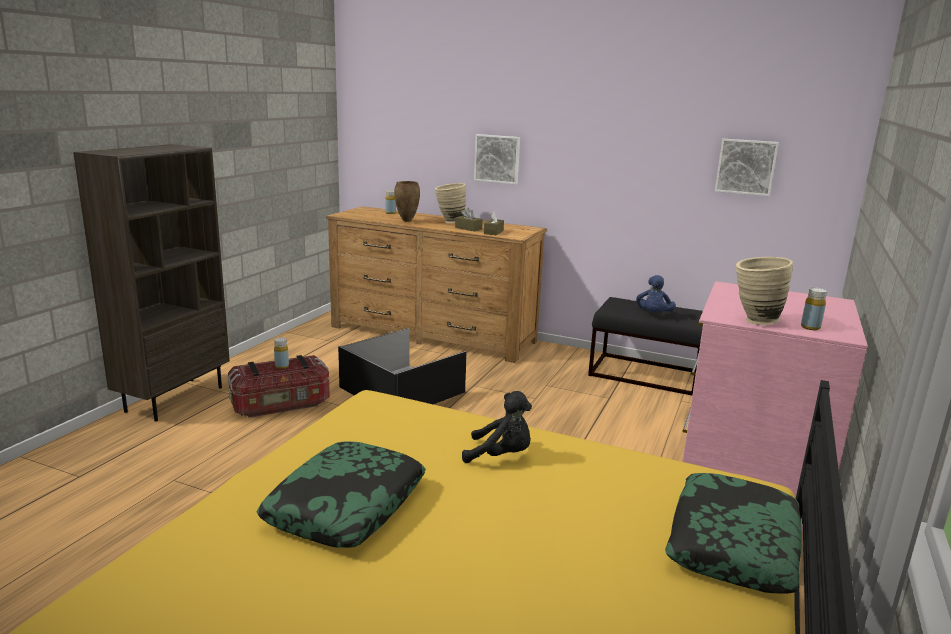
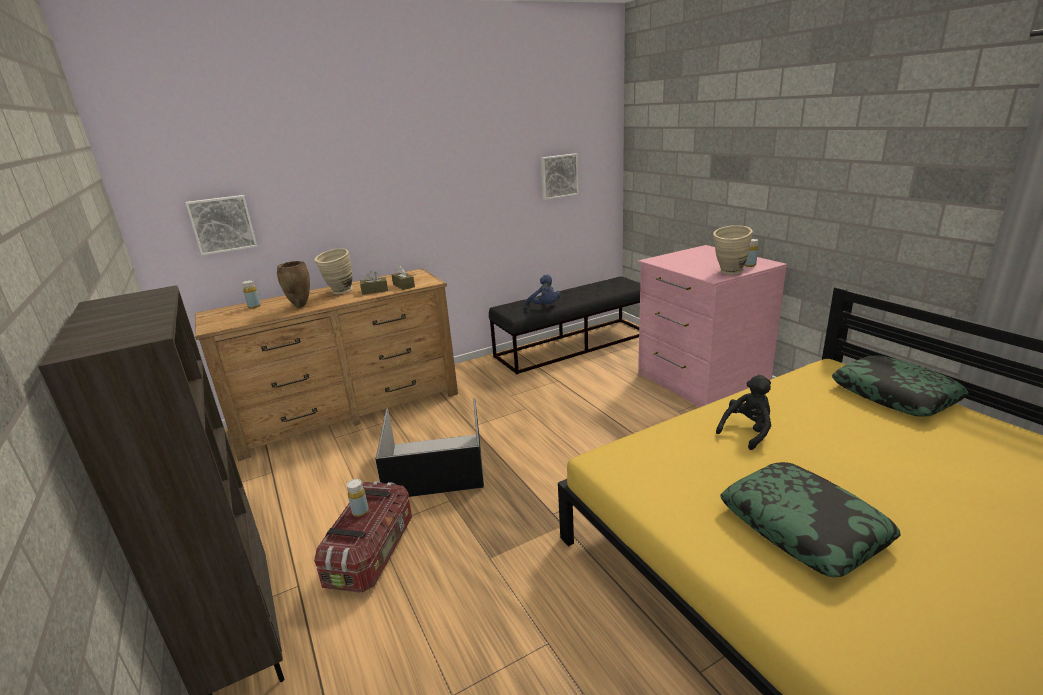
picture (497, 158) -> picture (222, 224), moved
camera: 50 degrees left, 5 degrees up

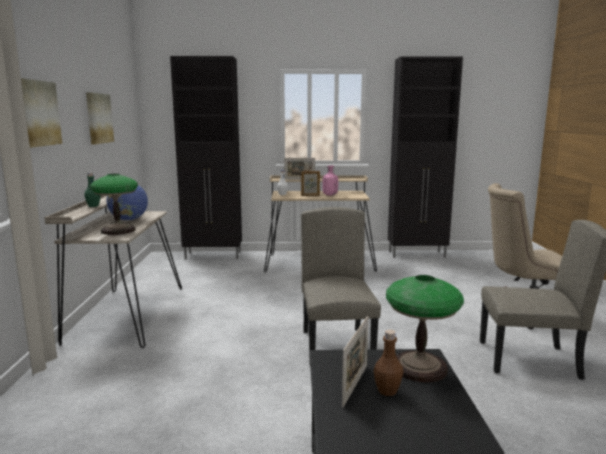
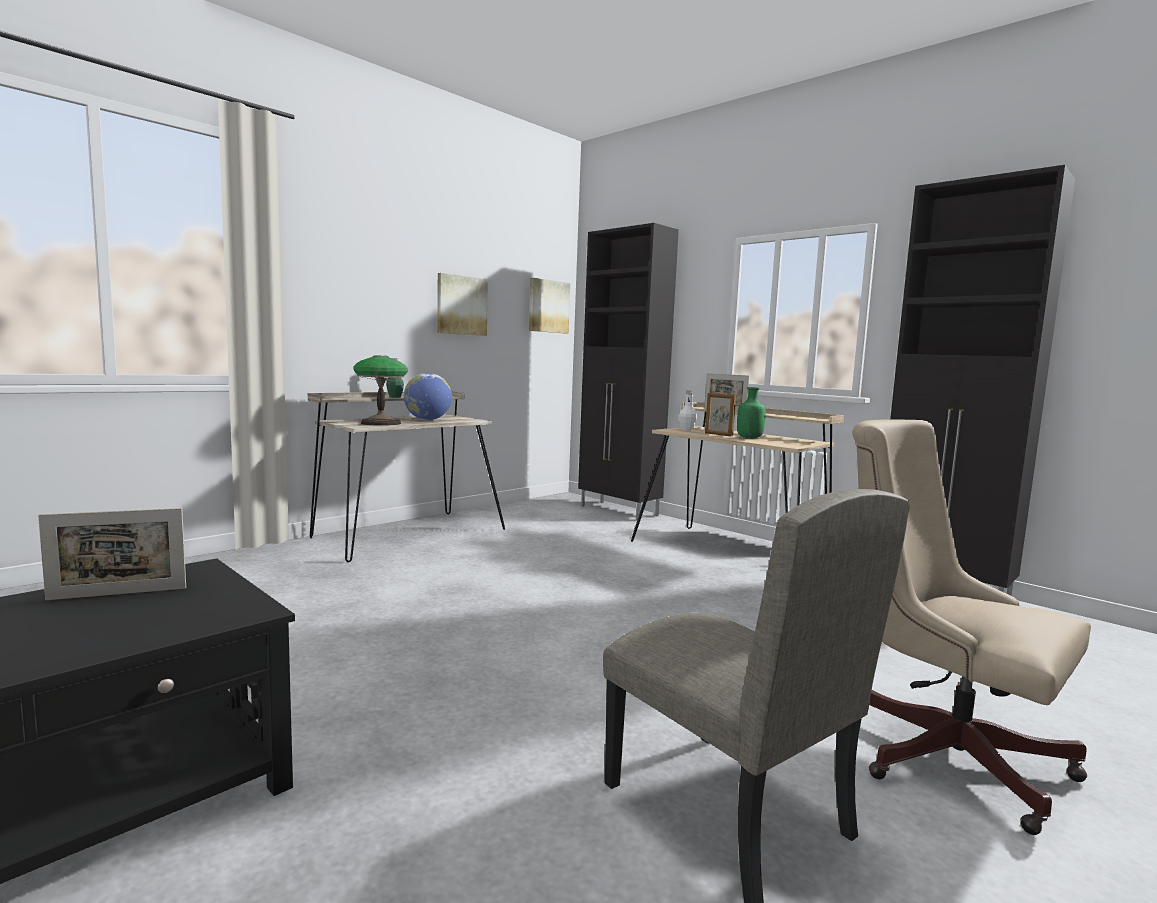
beige chair (337, 346) -> none
brown bottle (387, 391) -> none
table lamp (419, 367) -> none
picture (37, 113) -> picture (548, 306), moved
pink bottle (329, 195) -> green bottle (749, 438)
camera: 45 degrees right, 5 degrees down

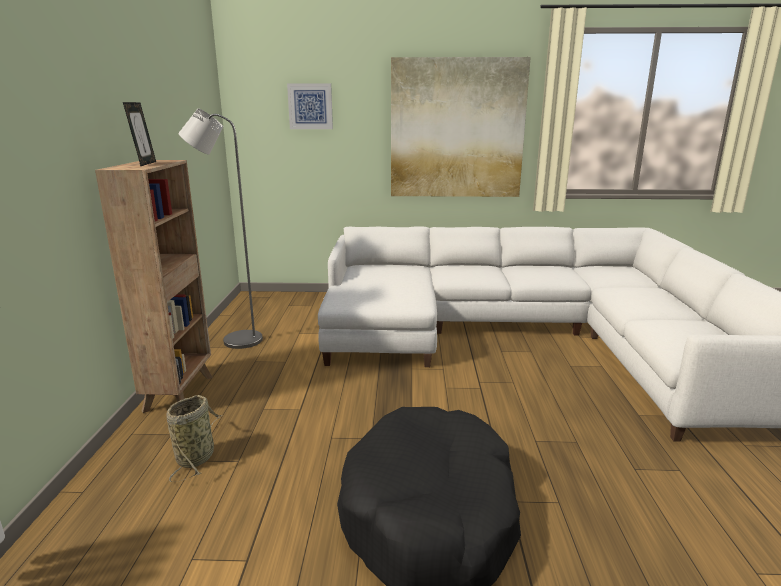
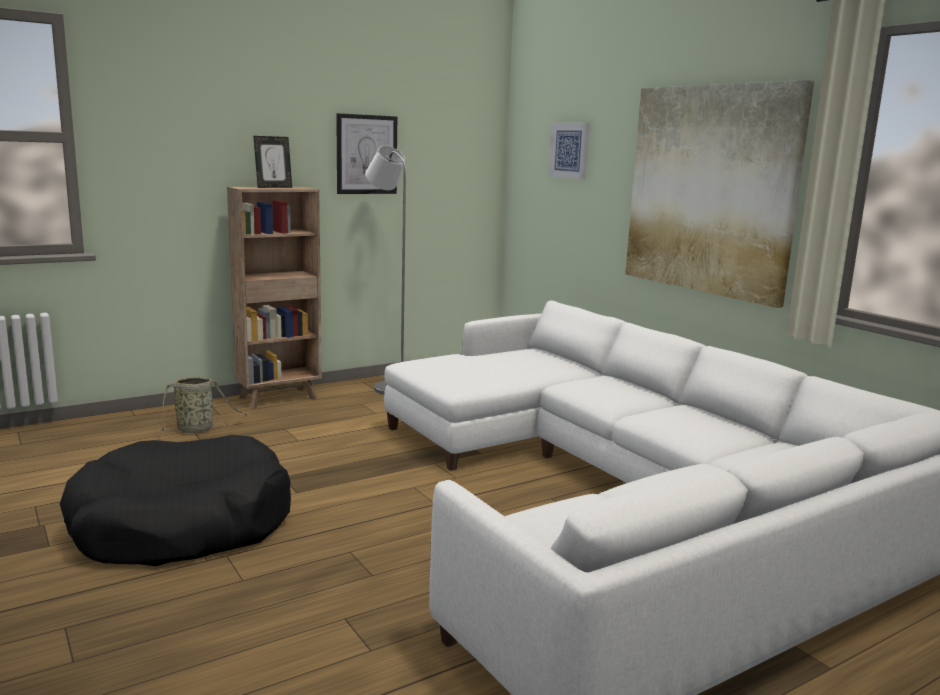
none -> picture (366, 154)
camera: 55 degrees right, 5 degrees down

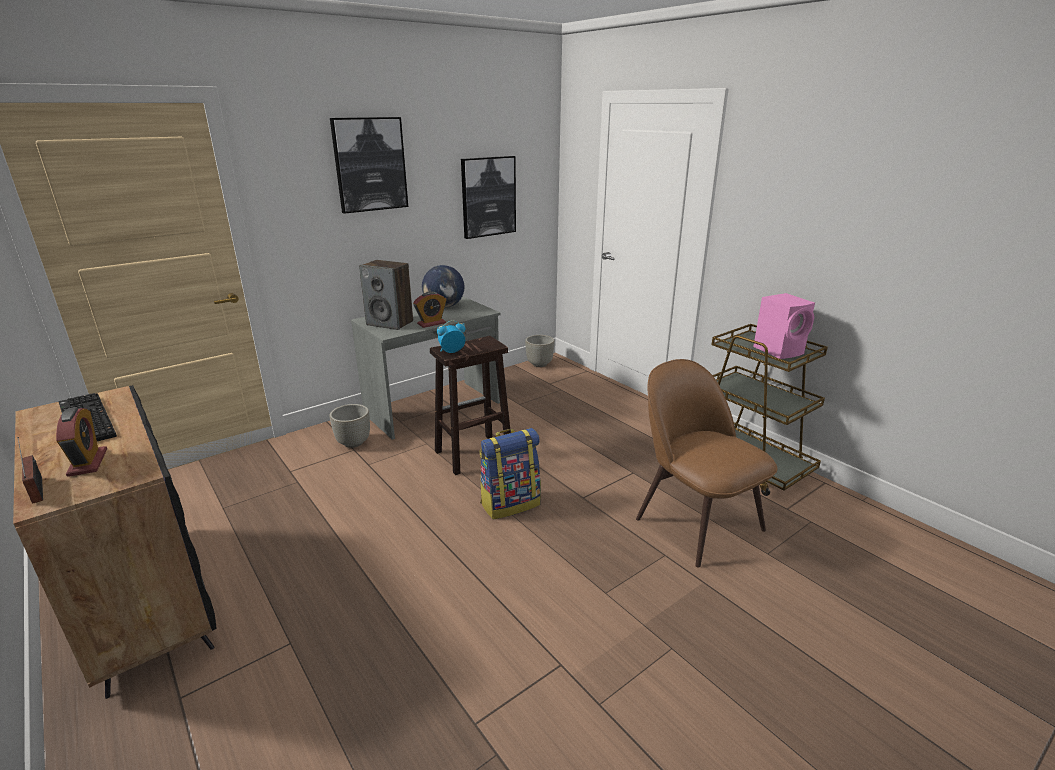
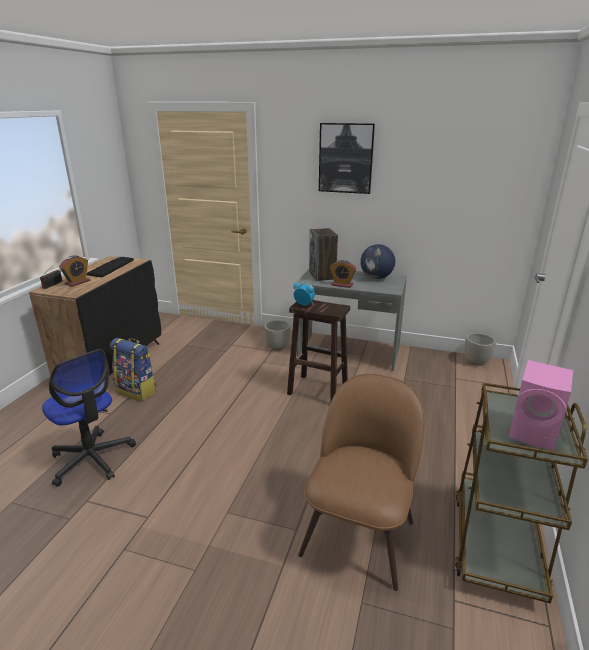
picture (488, 197) -> none
none -> office chair (92, 459)
backpack (510, 503) -> backpack (137, 391), moved
camera: 55 degrees right, 0 degrees up

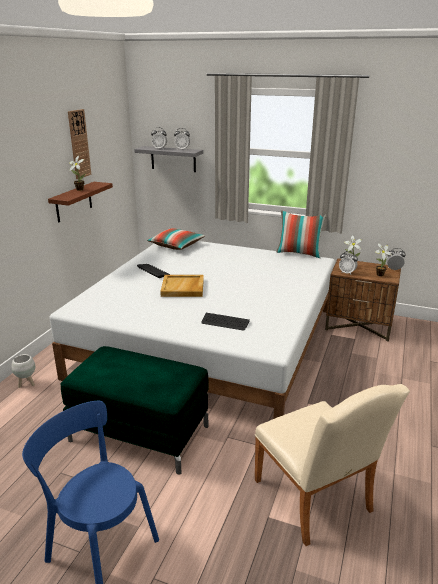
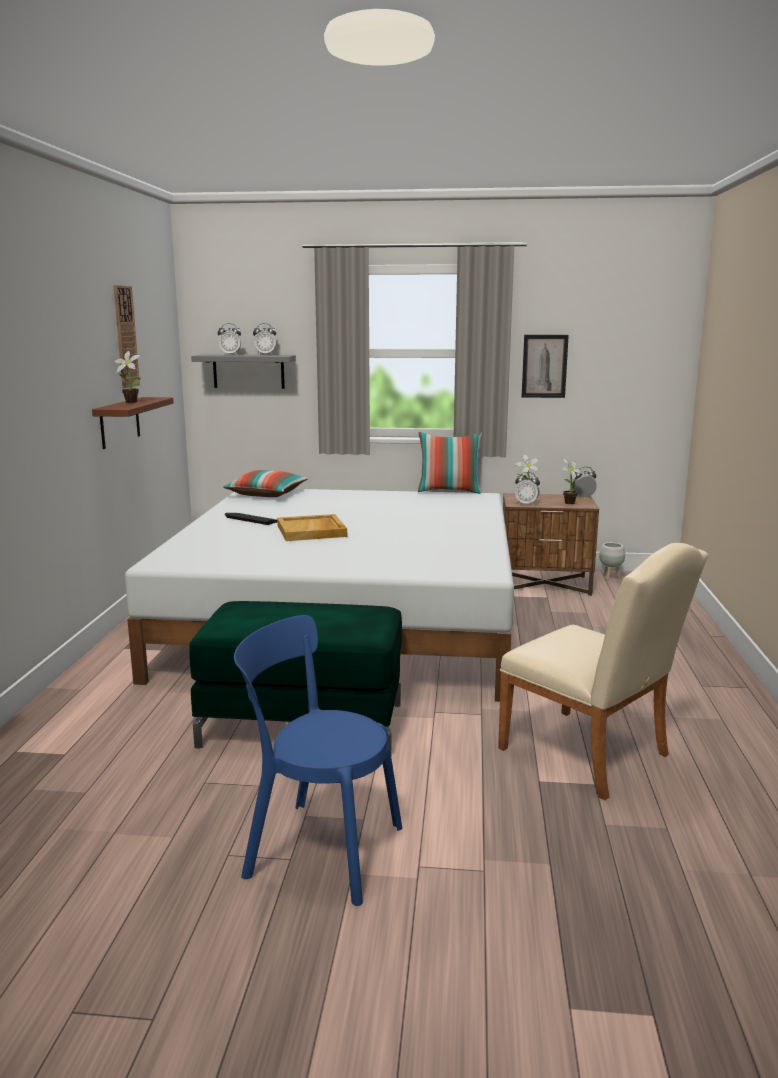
keyboard (225, 322) -> none
none -> picture (544, 366)
white planter (26, 384) -> white planter (610, 578), moved
camera: 15 degrees left, 10 degrees down

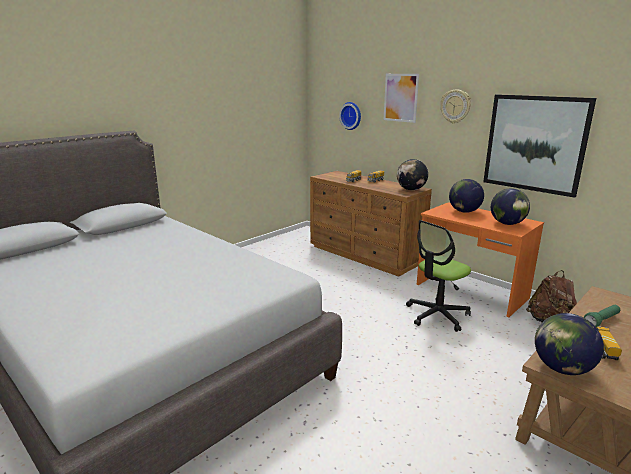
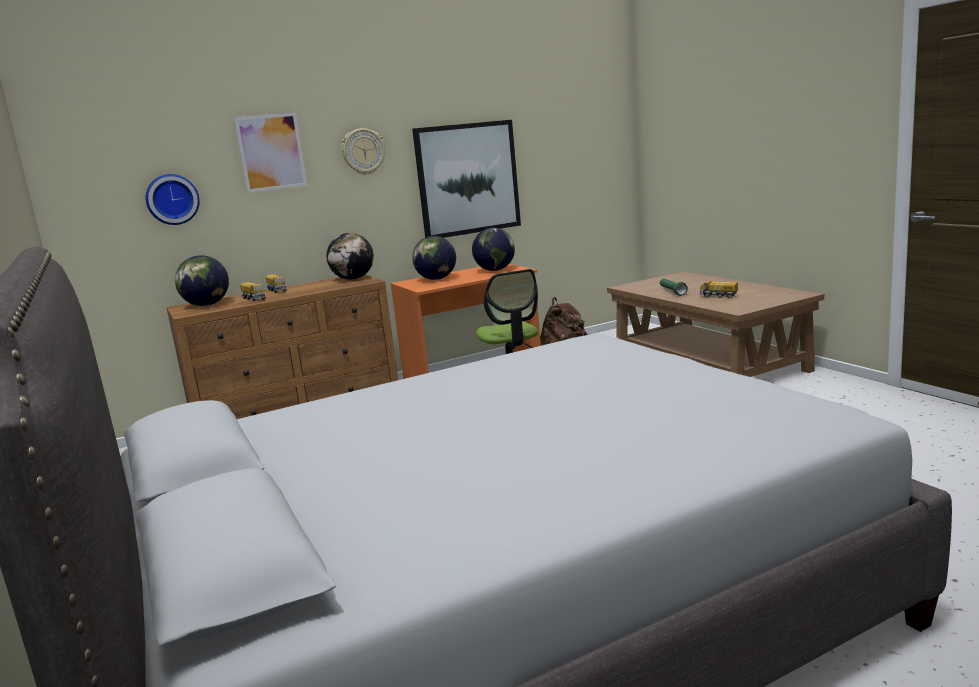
globe (562, 369) -> globe (207, 305), moved
camera: 70 degrees left, 5 degrees down

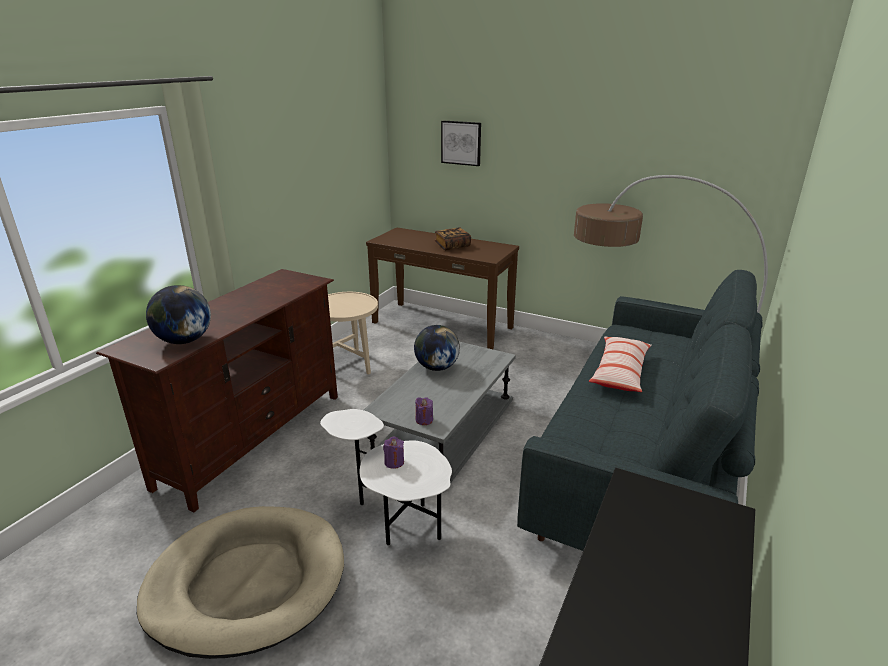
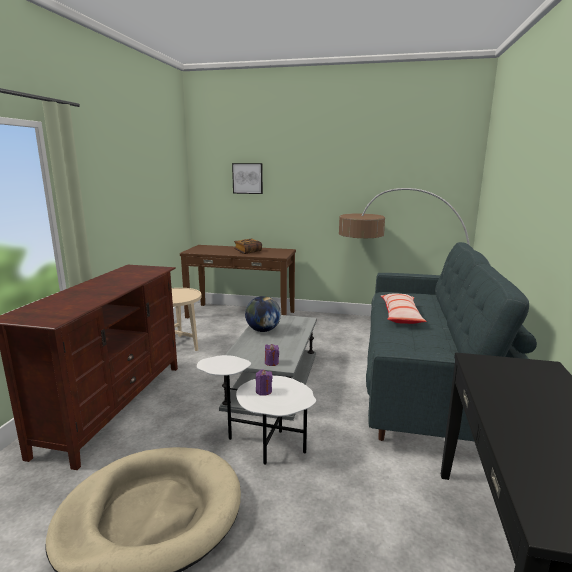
globe (184, 341) -> none
camera: 15 degrees left, 10 degrees down

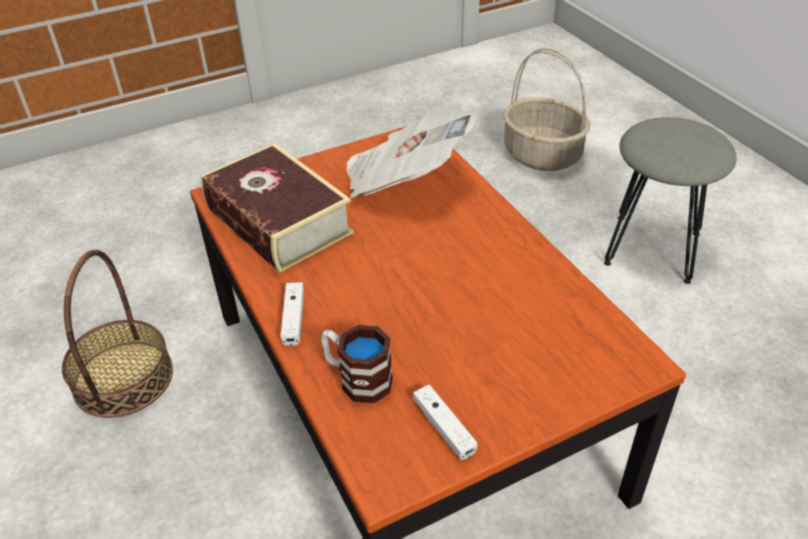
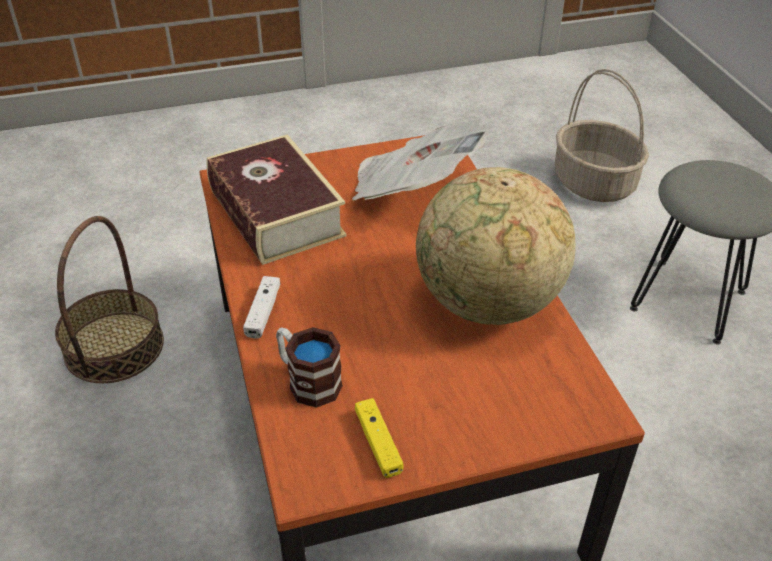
none -> globe (487, 303)
white game controller (444, 427) -> yellow game controller (378, 443)
camera: 10 degrees right, 0 degrees up

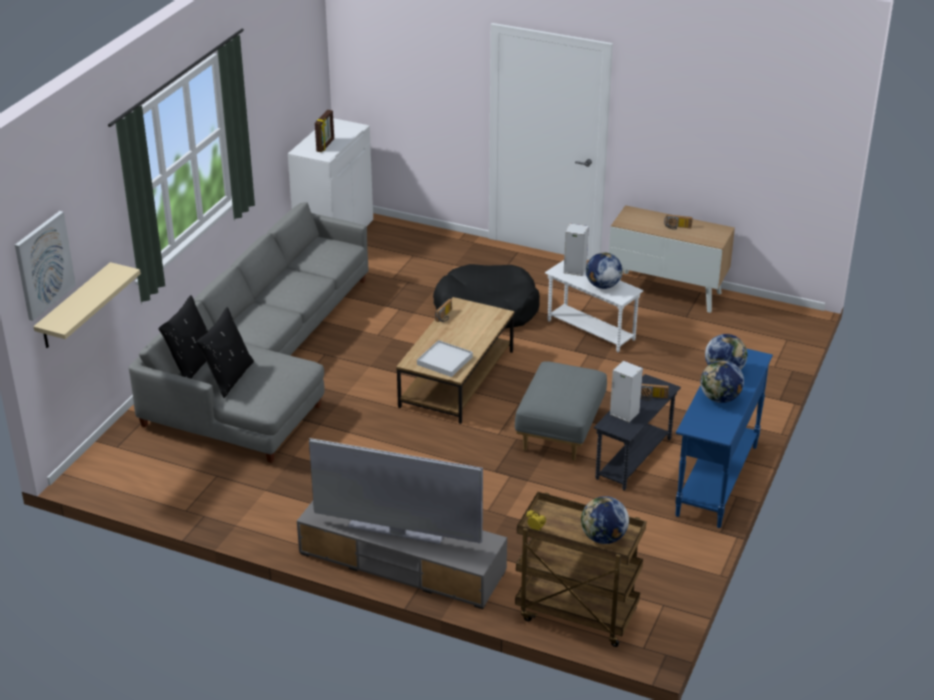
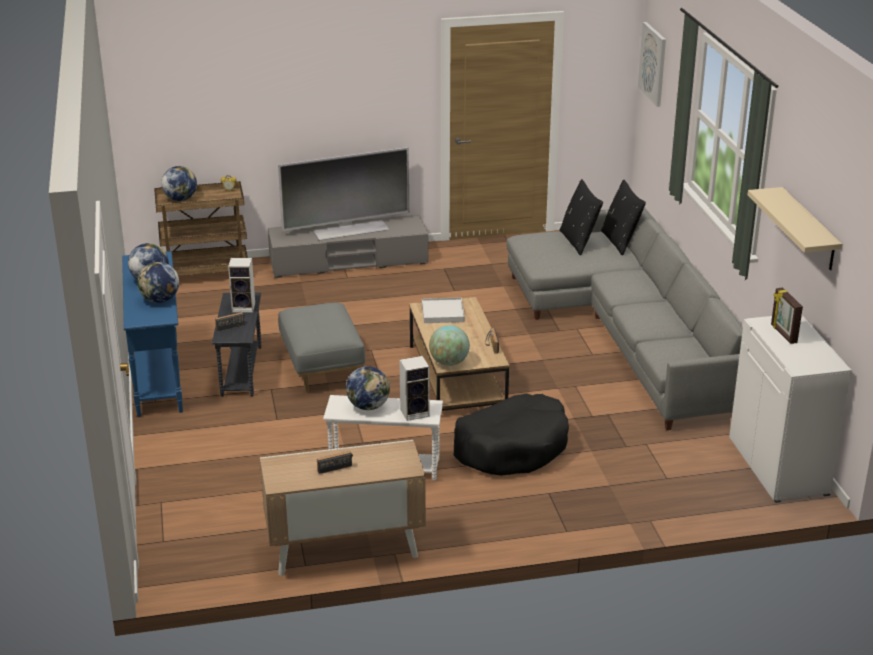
none -> globe (449, 362)
beige shelf (75, 307) -> beige shelf (809, 229), moved
camera: 145 degrees right, 5 degrees down

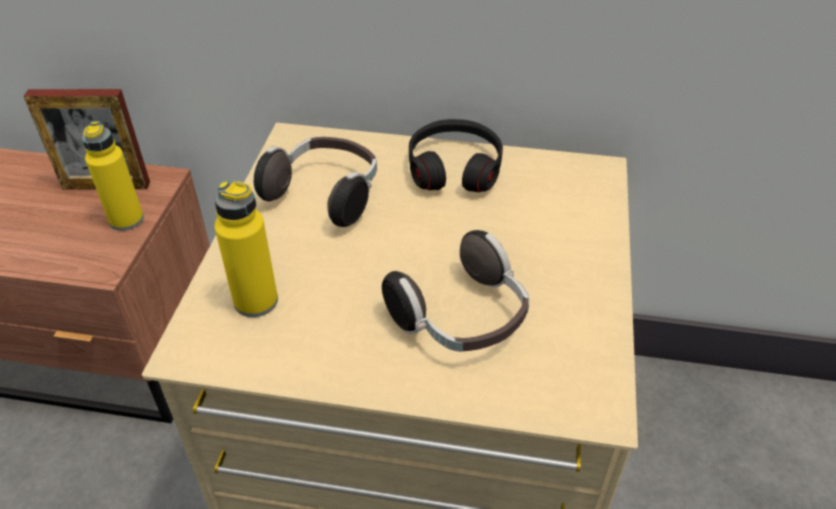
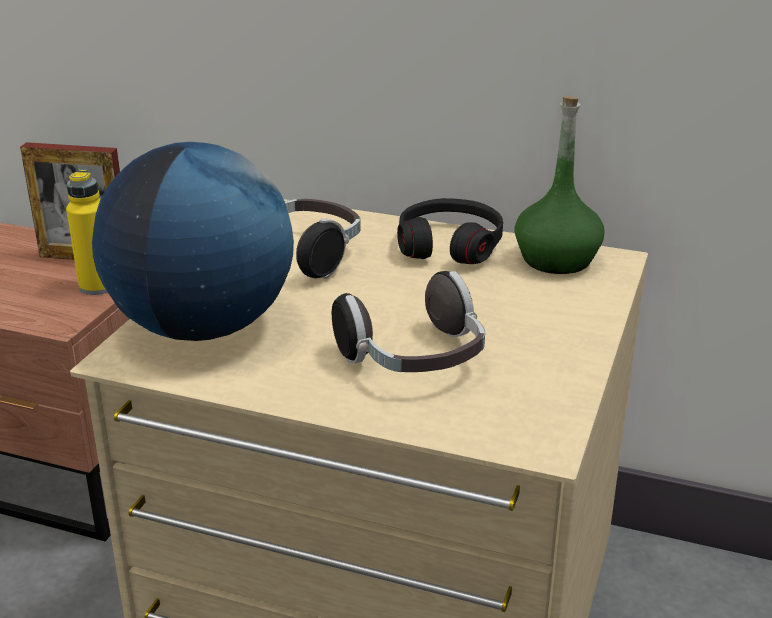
none -> green bottle (556, 259)
yellow bottle (256, 301) -> globe (202, 327)
camera: 10 degrees right, 15 degrees down

